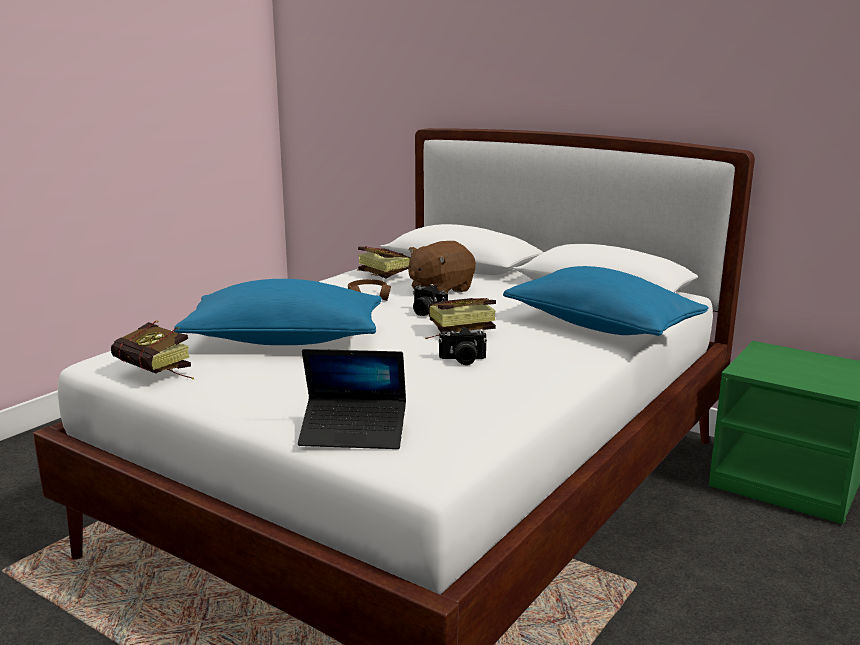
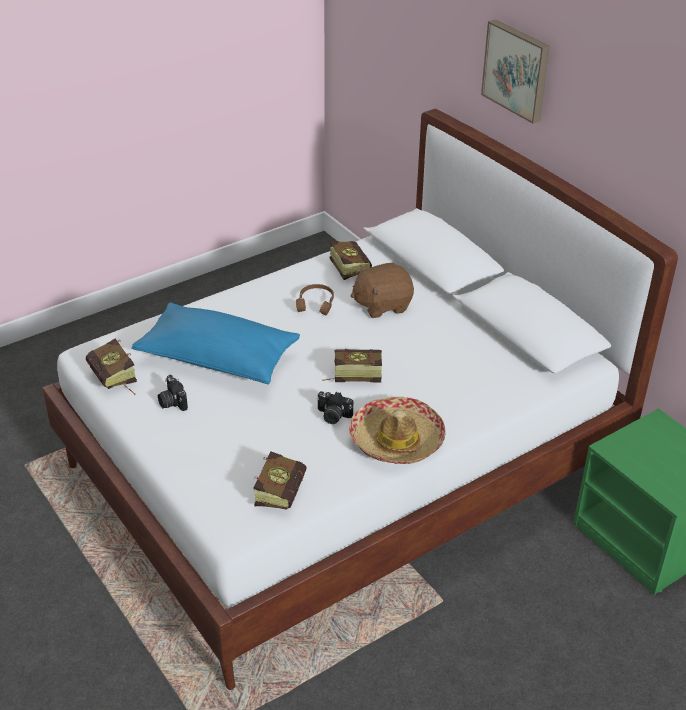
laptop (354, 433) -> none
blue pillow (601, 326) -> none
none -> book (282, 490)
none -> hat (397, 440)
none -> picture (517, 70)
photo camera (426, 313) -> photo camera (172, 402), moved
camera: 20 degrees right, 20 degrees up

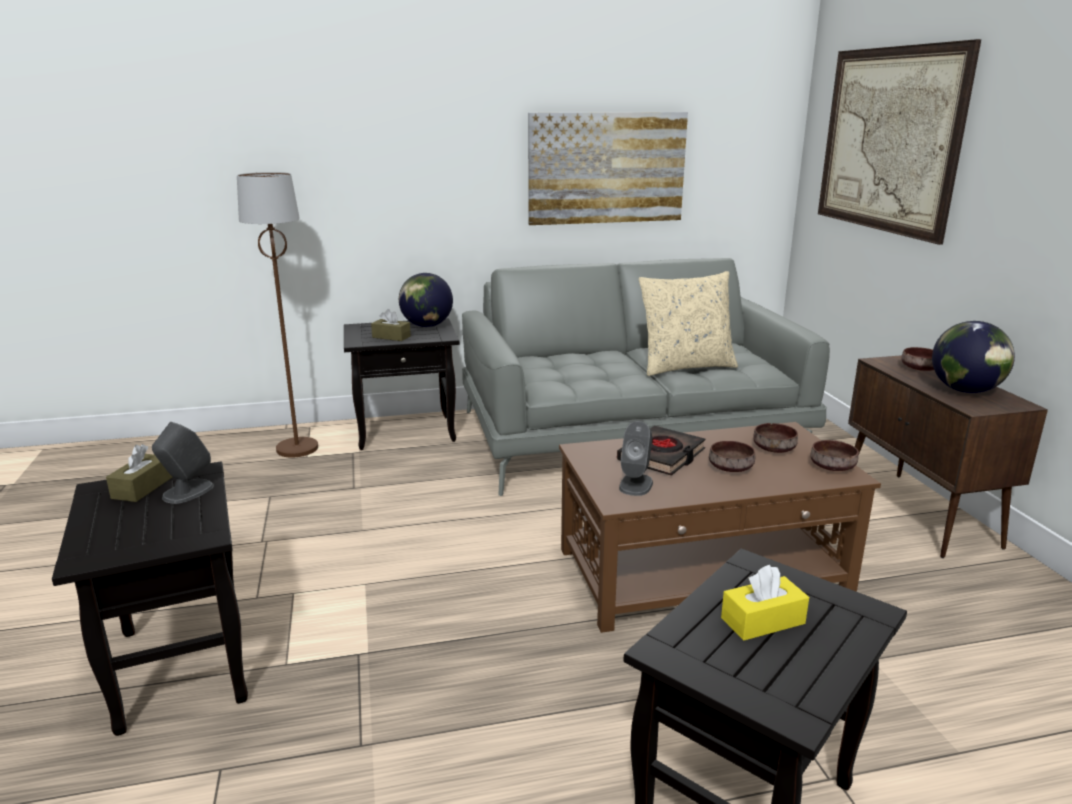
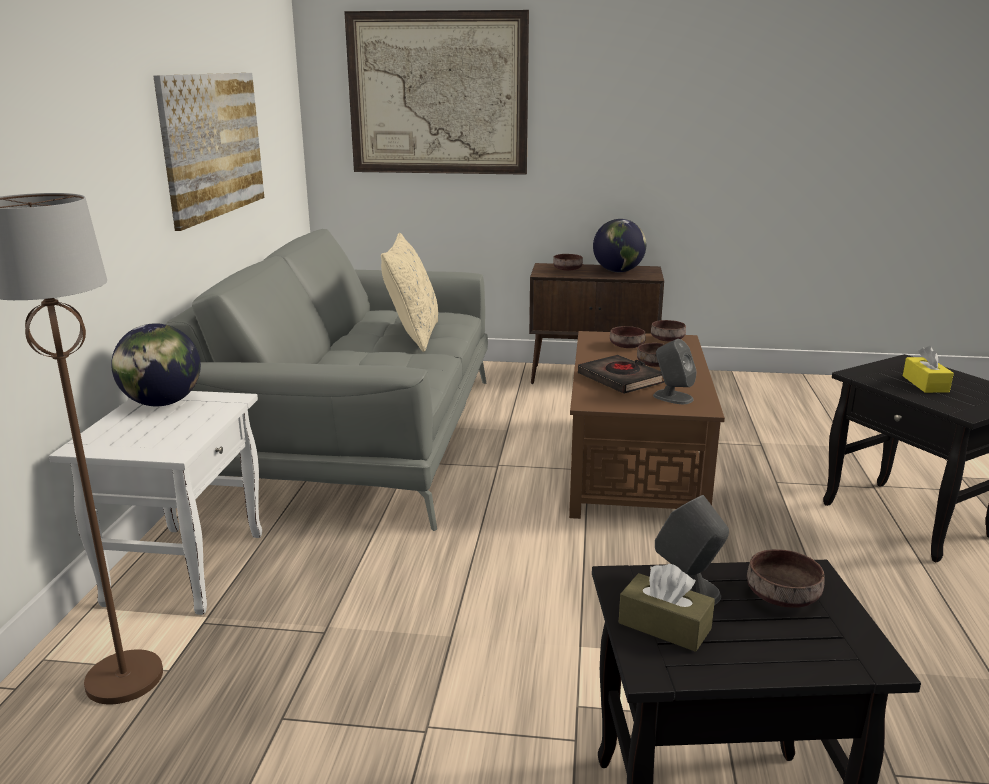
brown tissue box (391, 337) -> none
none -> brown bowl (781, 595)
black side table (407, 432) -> white side table (185, 567)
camera: 70 degrees left, 0 degrees up

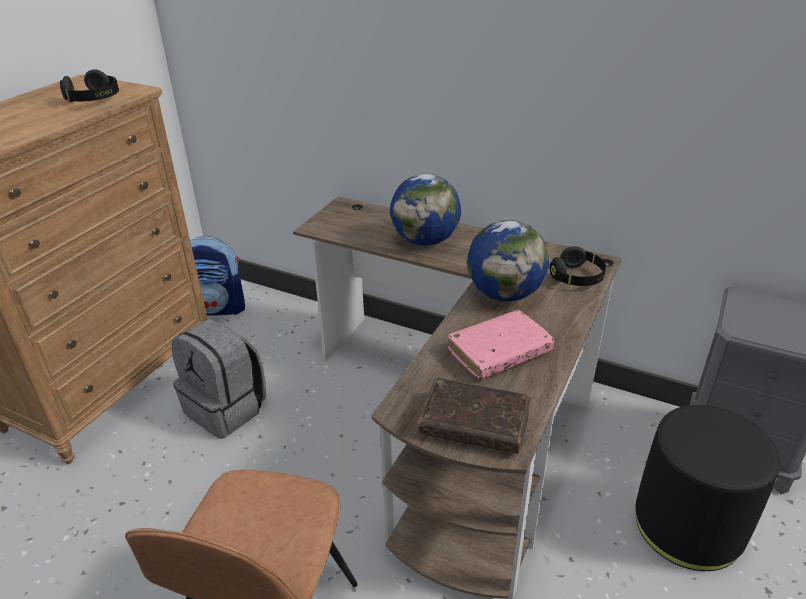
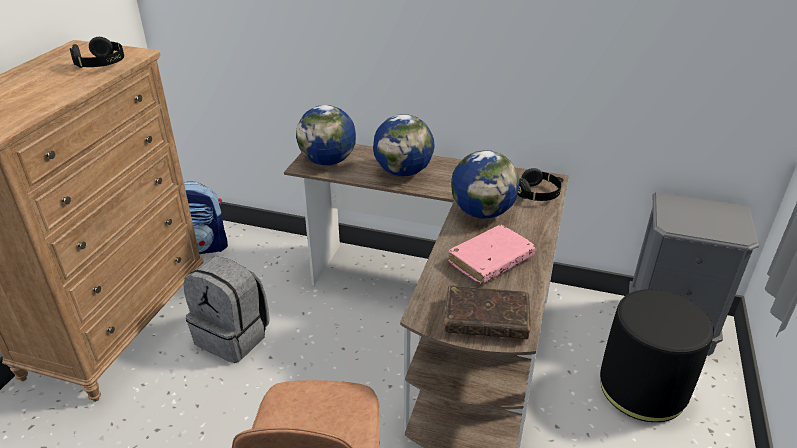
none -> globe (328, 161)
camera: 10 degrees left, 0 degrees up

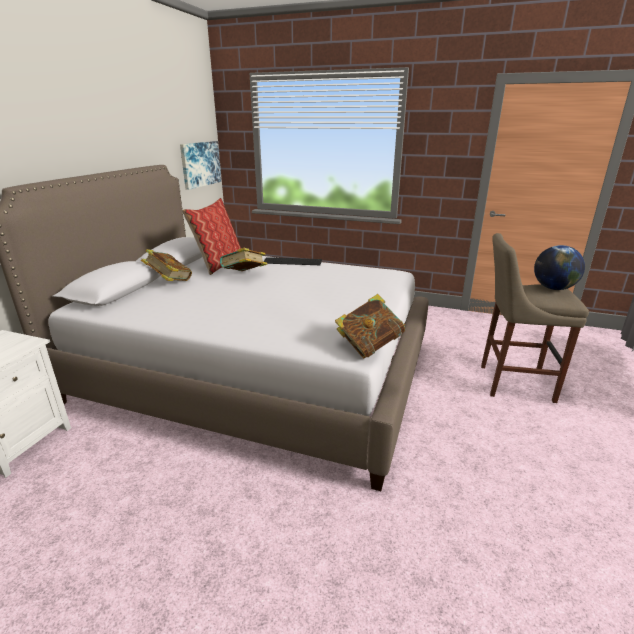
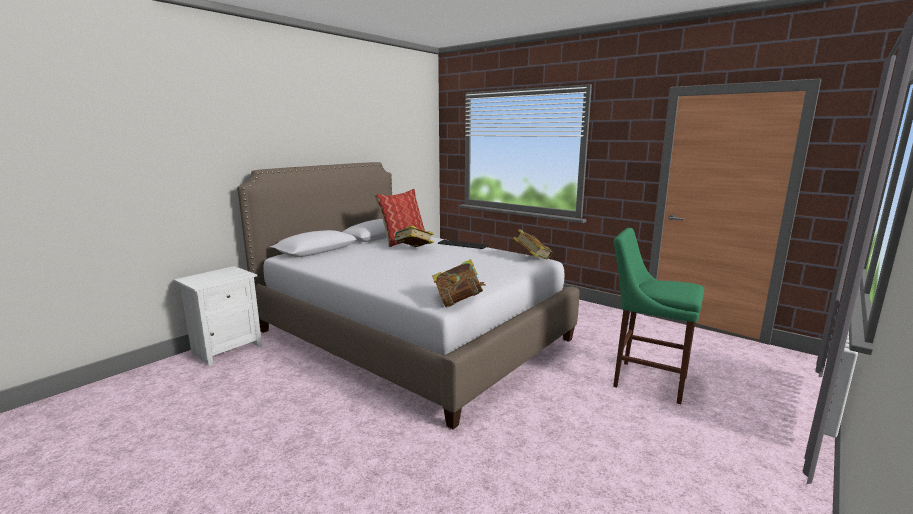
picture (200, 164) -> none
globe (553, 288) -> none
book (169, 282) -> book (532, 259), moved
beige stool (511, 382) -> green stool (645, 380)
camera: 20 degrees right, 10 degrees down

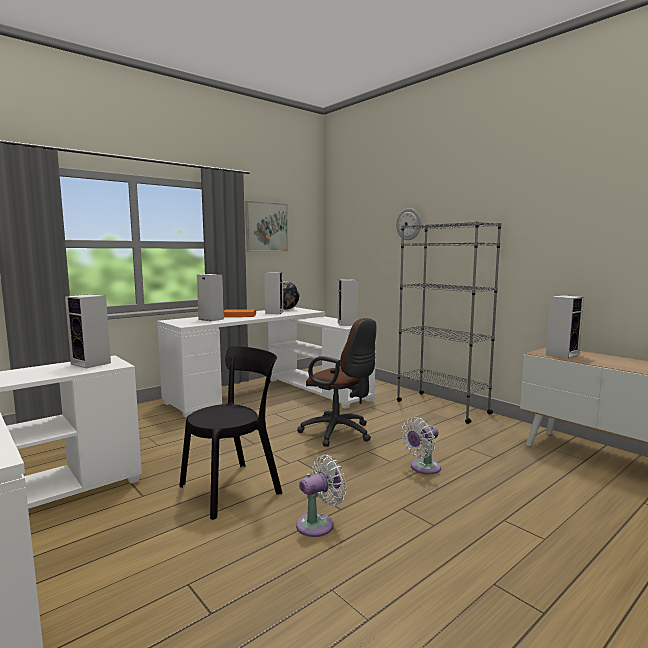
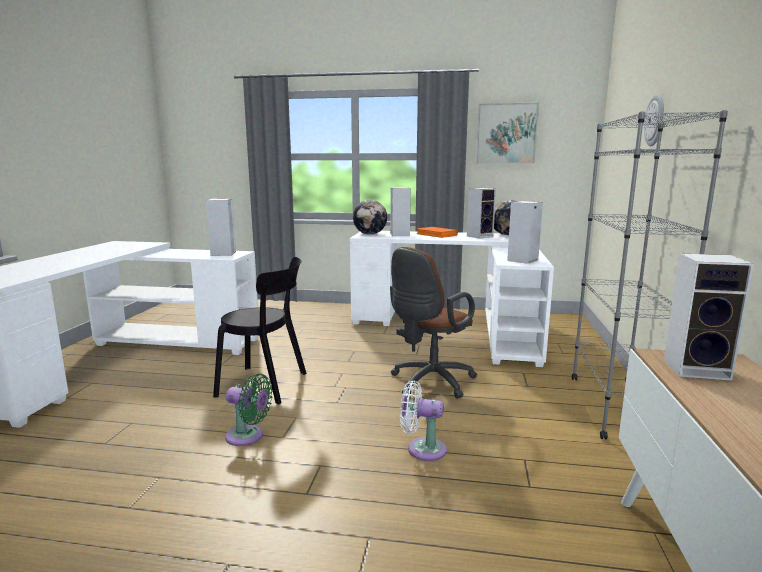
none -> globe (370, 234)
white fan (318, 524) -> green fan (248, 436)
brown office chair (340, 433) -> brown office chair (429, 383), 45 degrees clockwise
camera: 50 degrees right, 5 degrees up

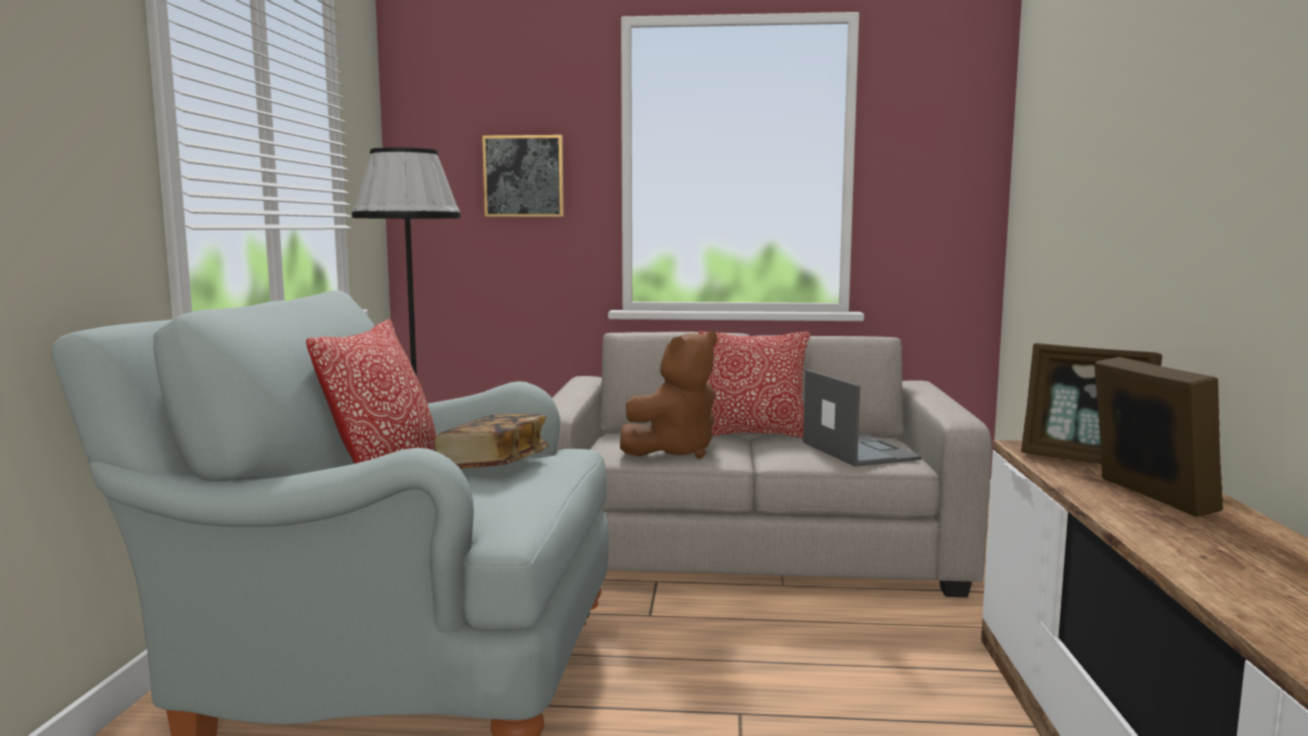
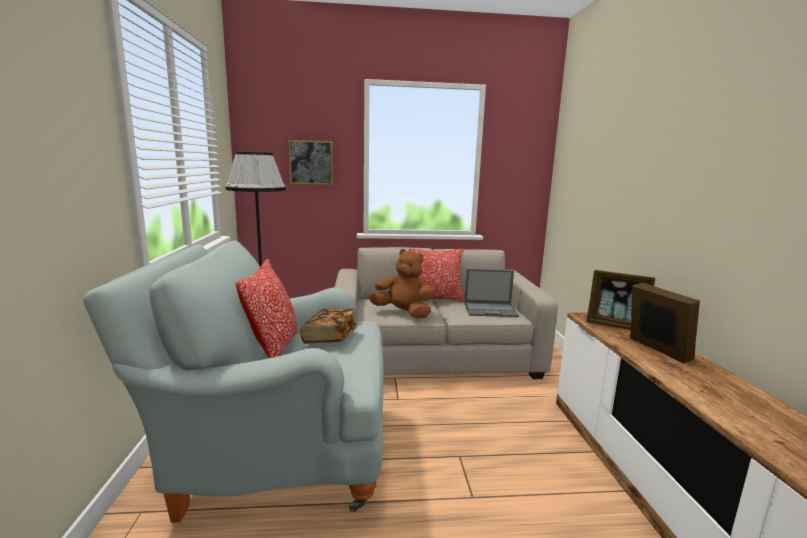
brown plush toy (674, 451) -> brown plush toy (403, 313), 105 degrees counterclockwise
laptop (858, 450) -> laptop (491, 310), 120 degrees clockwise
camera: 10 degrees left, 5 degrees up

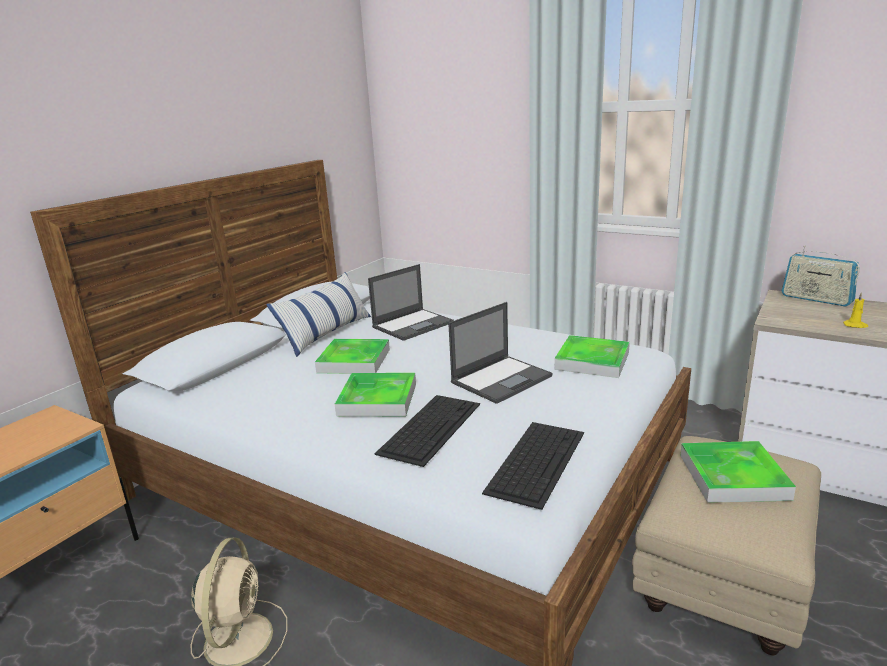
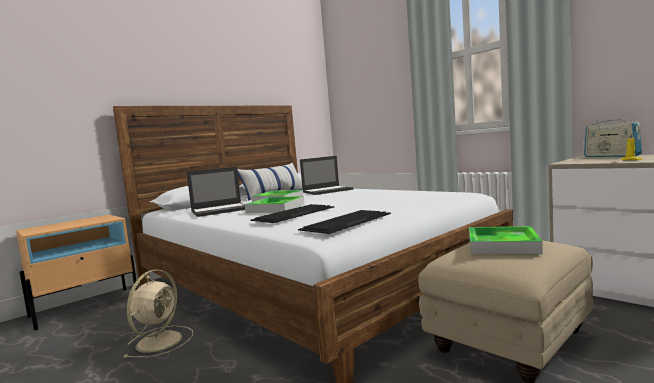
tray (592, 361) -> none
laptop (502, 379) -> laptop (221, 210), moved
camera: 15 degrees right, 15 degrees down

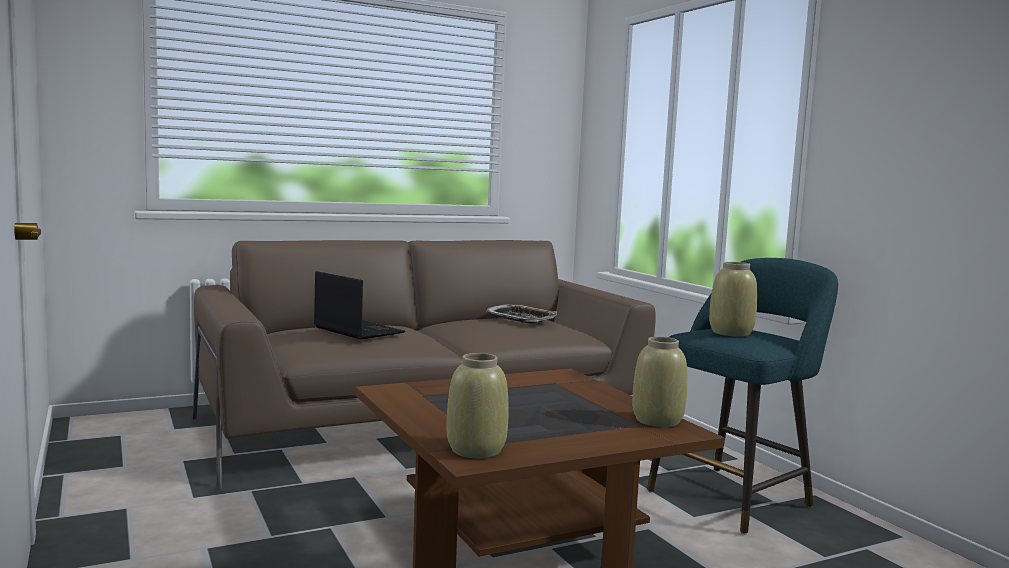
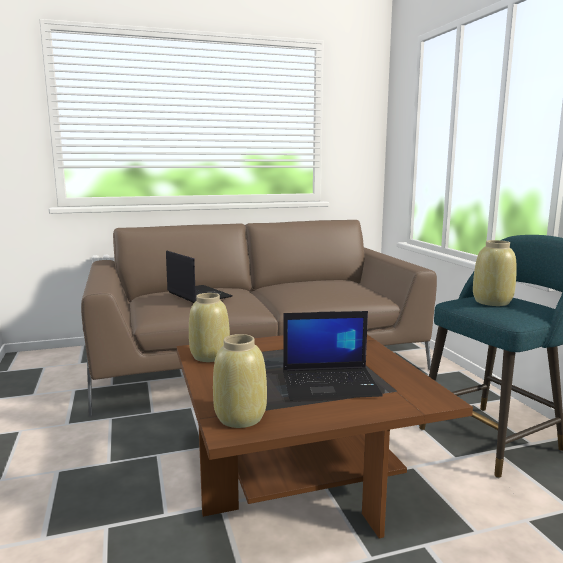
tray (522, 319) -> none
none -> laptop (331, 384)
beige vase (656, 420) -> beige vase (209, 356), moved
camera: 10 degrees right, 5 degrees up

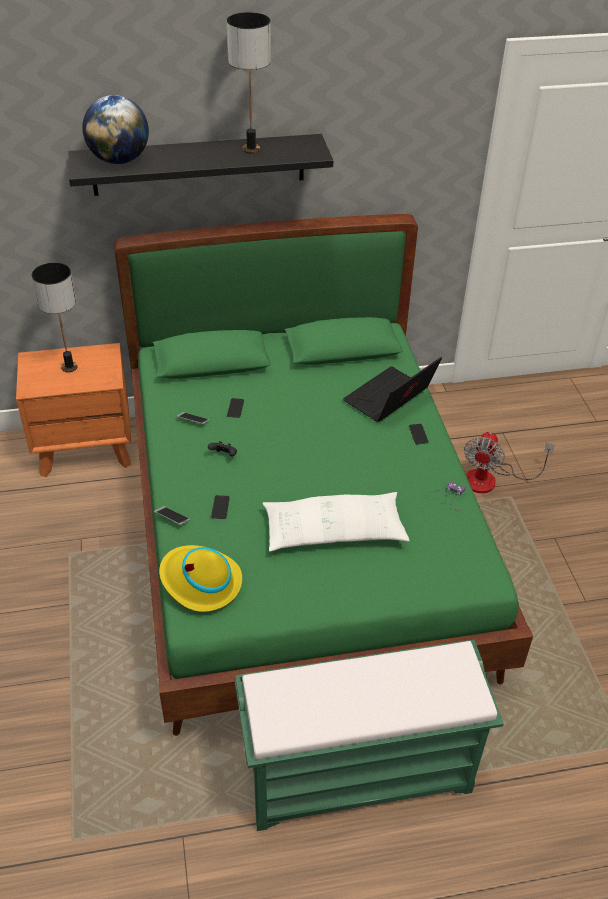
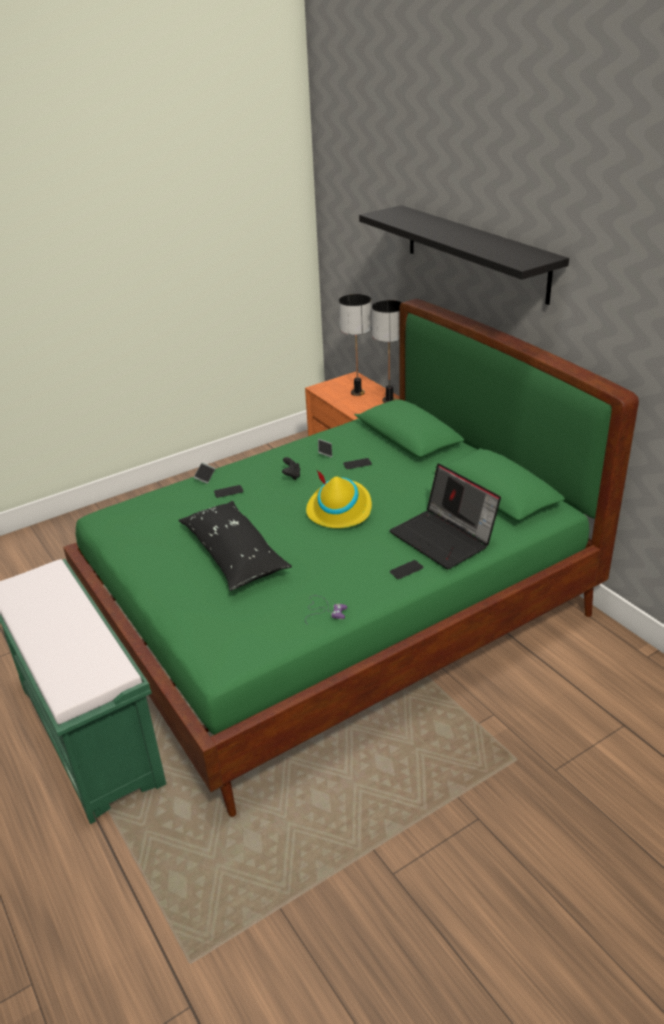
globe (119, 160) -> none
fan (491, 479) -> none
yellow hat (200, 582) -> yellow hat (339, 509), moved
table lamp (251, 149) -> table lamp (389, 401), moved
white pillow (334, 532) -> black pillow (233, 555)
laptop (389, 399) -> laptop (444, 538), 150 degrees counterclockwise
camera: 70 degrees right, 10 degrees down

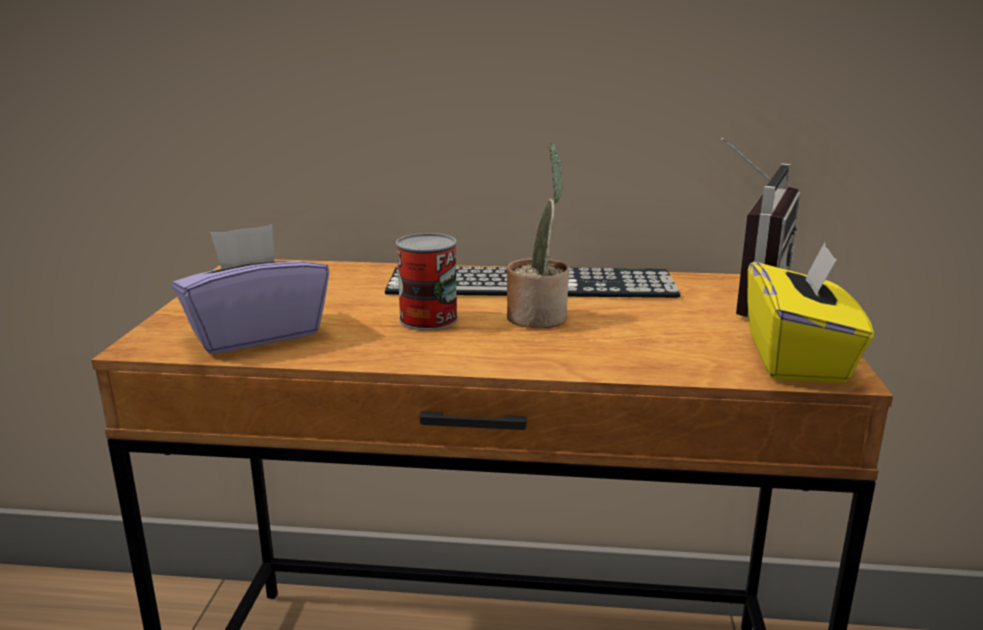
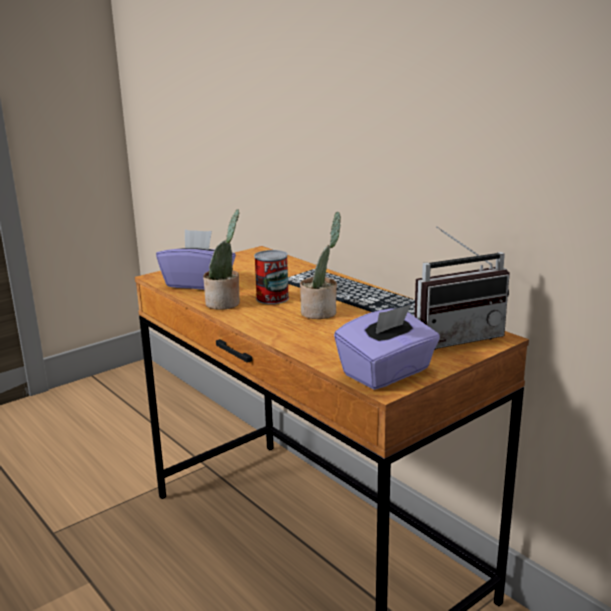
none -> potted plant (225, 303)
yellow tissue box (797, 358) -> purple tissue box (387, 373)
camera: 45 degrees right, 0 degrees up

